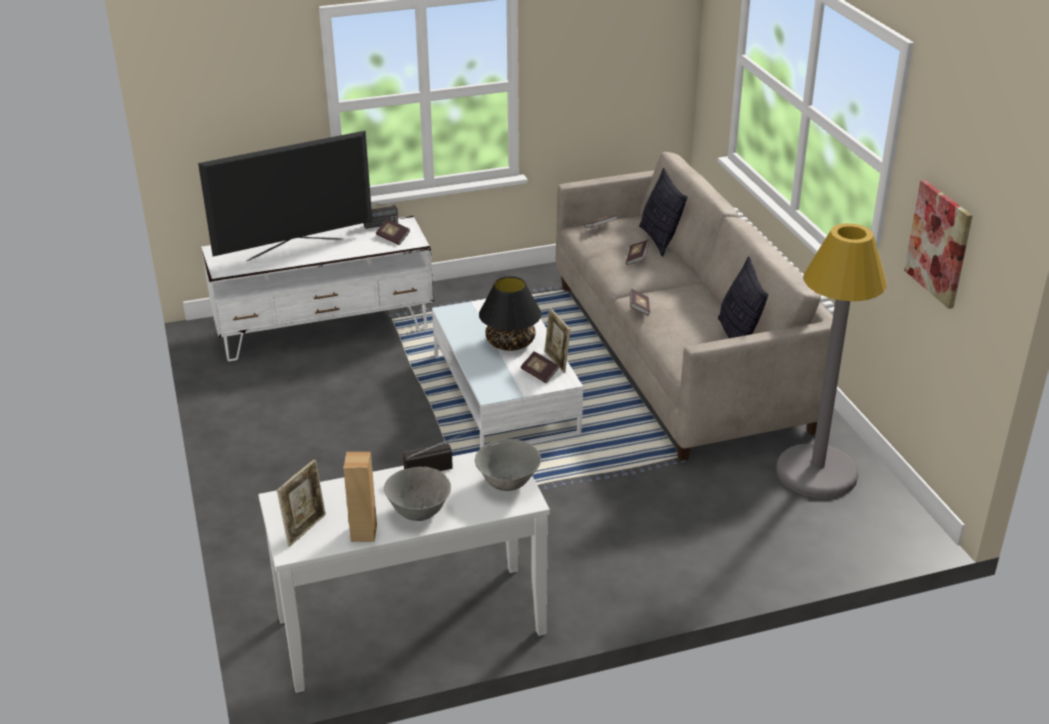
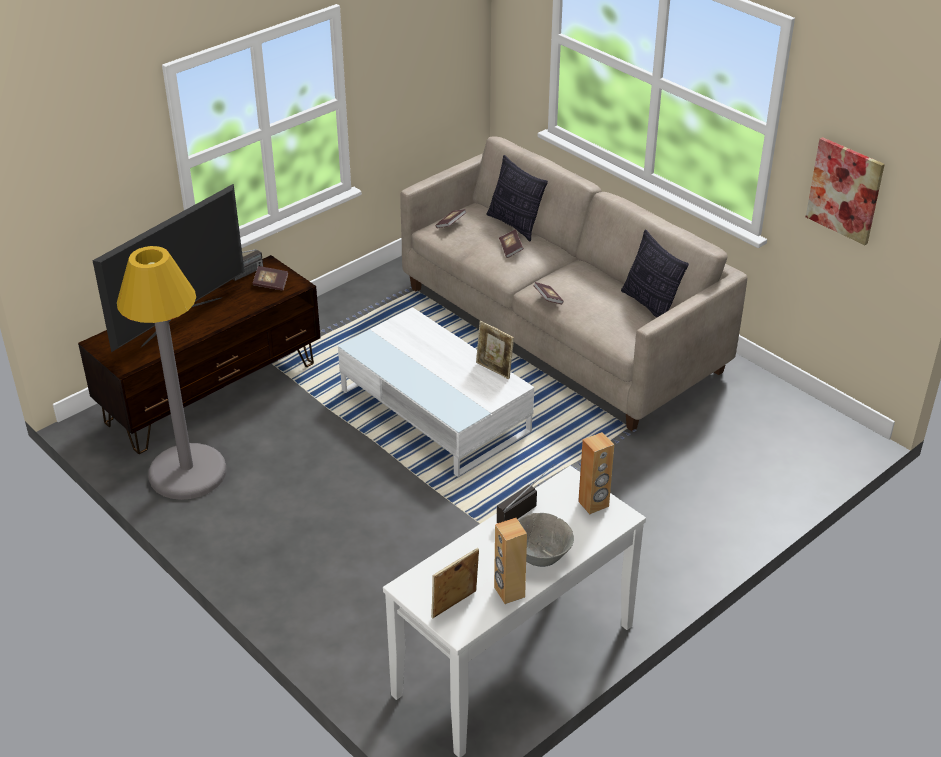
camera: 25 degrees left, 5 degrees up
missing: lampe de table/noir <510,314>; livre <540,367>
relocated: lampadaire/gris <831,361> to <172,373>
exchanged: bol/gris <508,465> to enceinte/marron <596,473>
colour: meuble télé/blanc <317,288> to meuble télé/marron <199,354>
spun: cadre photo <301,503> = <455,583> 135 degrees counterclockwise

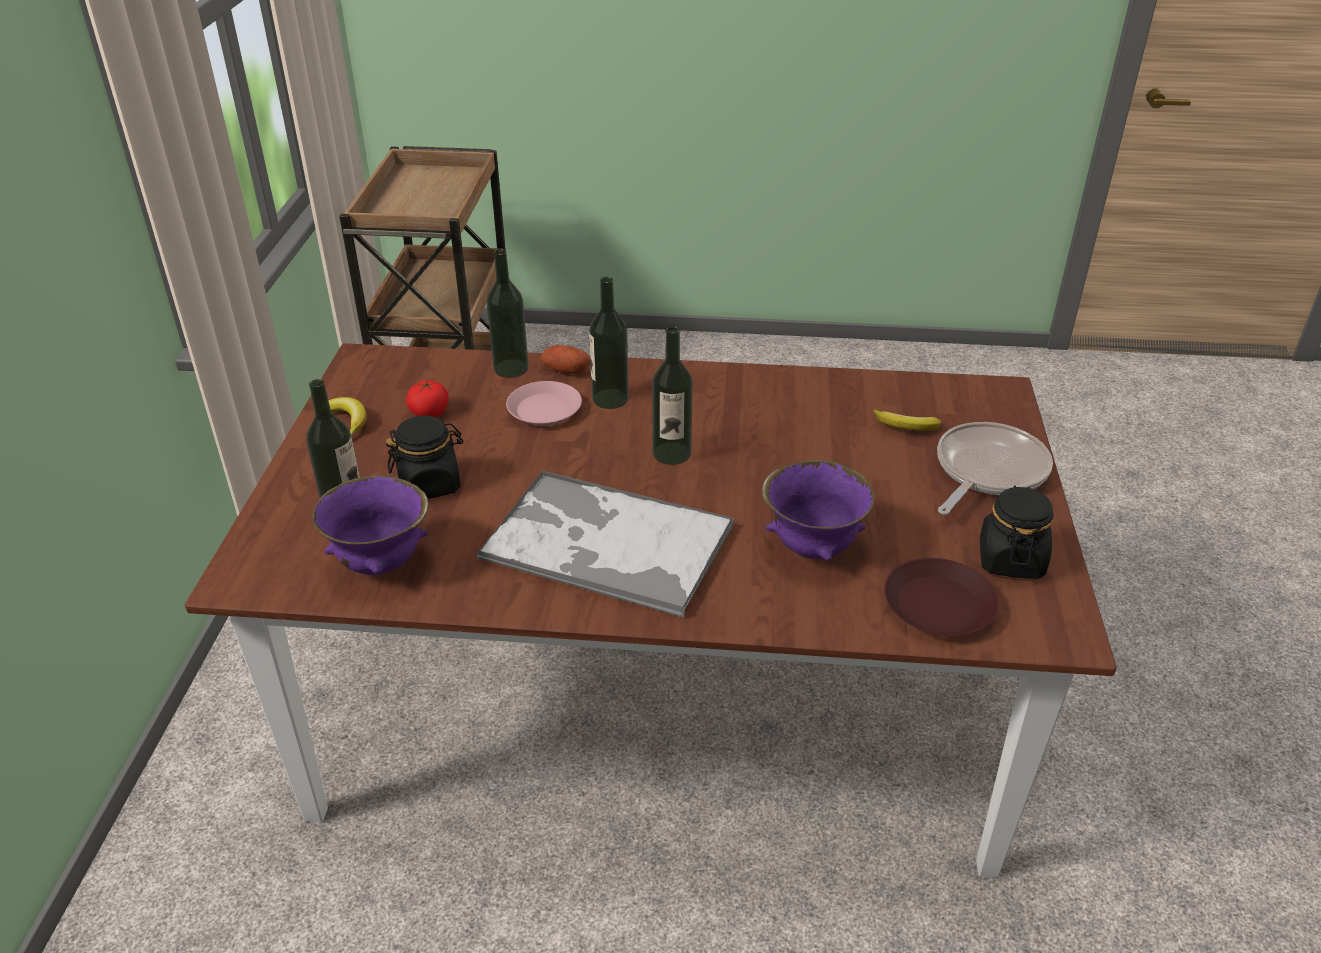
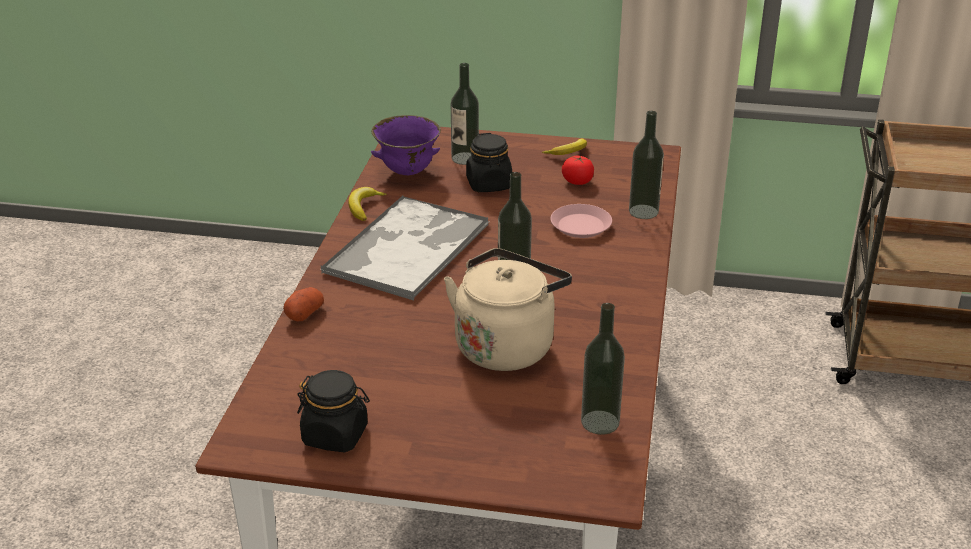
camera: 95 degrees right, 5 degrees down
missing: bol/violet <818,510>; assiette/marron <941,597>; poêle <995,468>
appeared: bouilloire/beige <508,309>
relocated: pomme de terre <565,359> to <303,304>; bouteille <609,343> to <603,369>; banane <907,420> to <367,204>

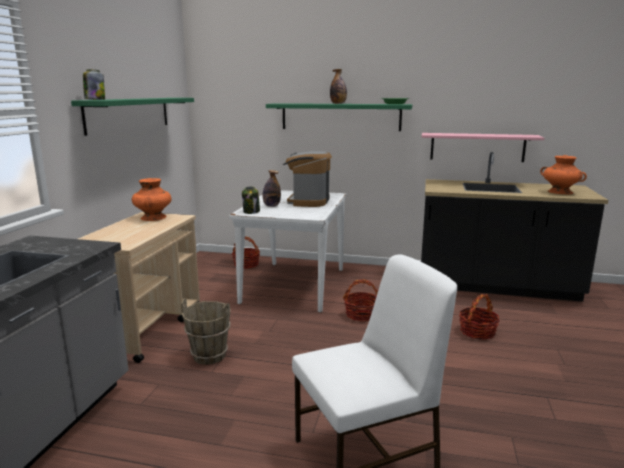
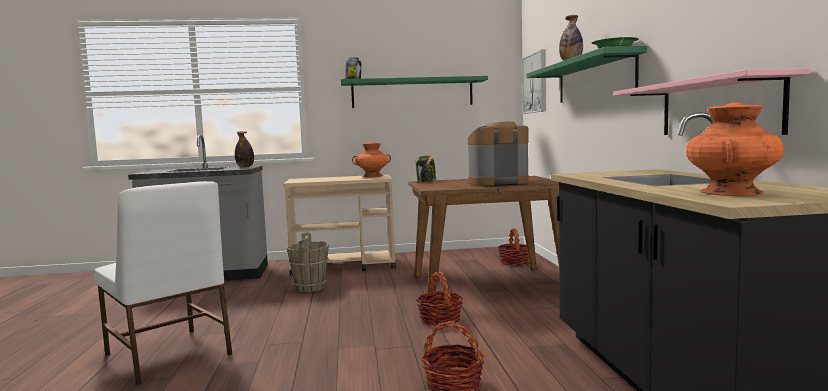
camera: 70 degrees right, 10 degrees down
appeared: tableau <534,82>
relocated: bouteille <272,188> to <244,149>
colour: table à manger/blanc <288,251> to table à manger/marron <483,234>

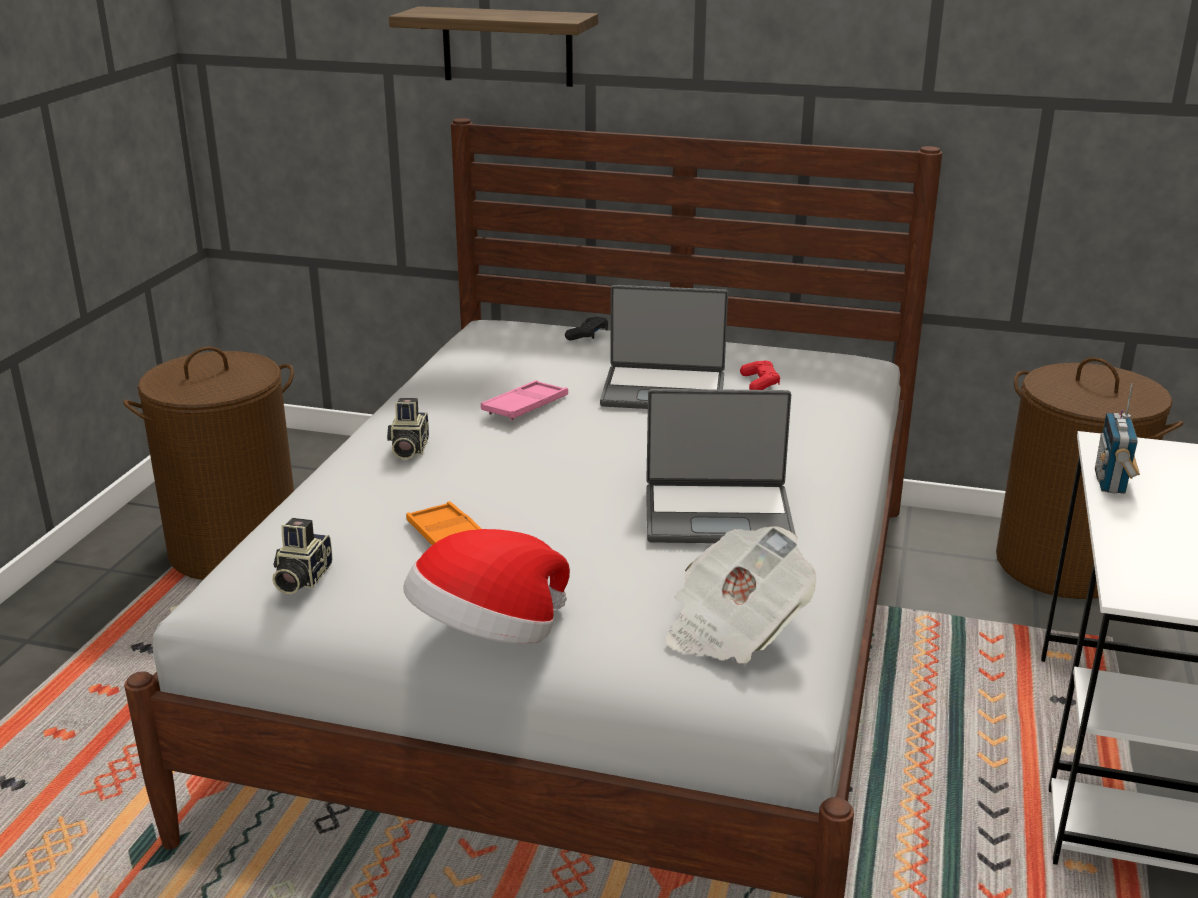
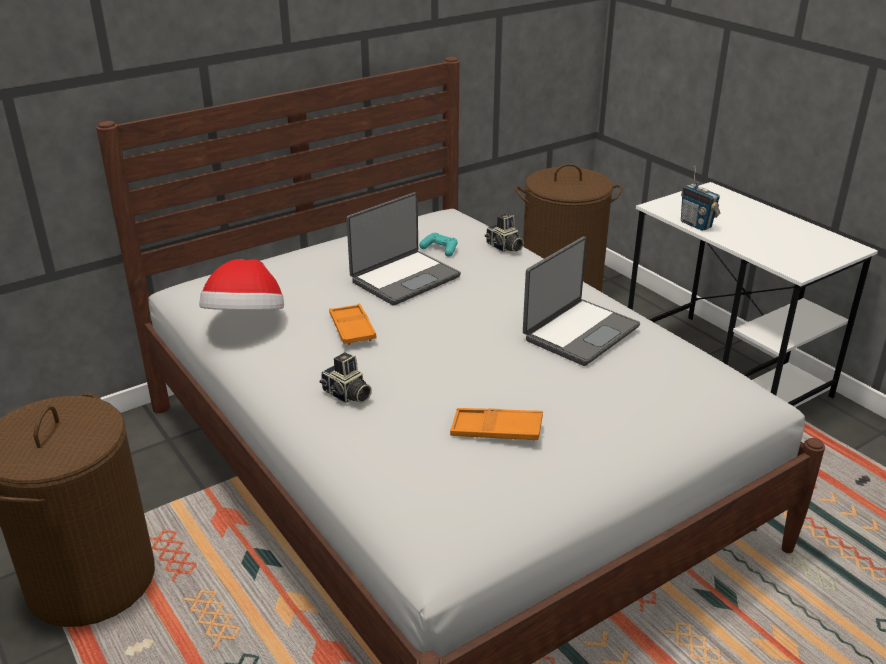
camera: 50 degrees left, 5 degrees up
missing: étagère <493,46>; manette/noir <586,328>; journal <741,595>
relocated: appareil photo <302,556> to <504,233>; chapeau <487,586> to <241,284>
colour: plateau/rose <524,400> to plateau/orange <352,324>; manette/rouge <760,375> to manette/turquoise <438,245>

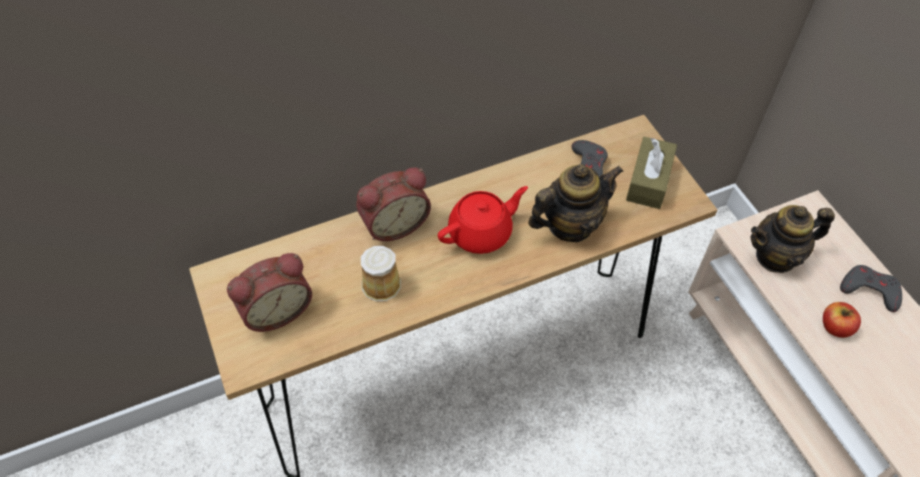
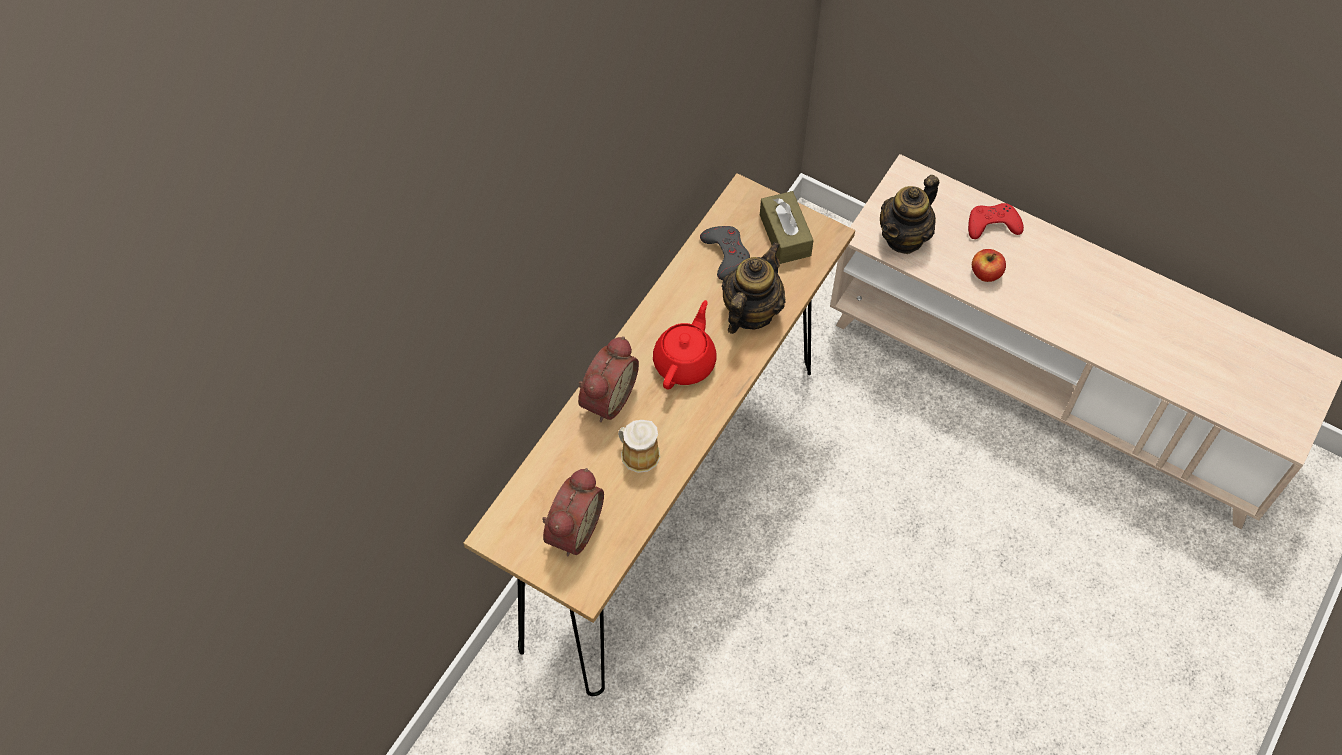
camera: 35 degrees left, 5 degrees up
colour: manette/gris <871,288> to manette/rouge <996,221>

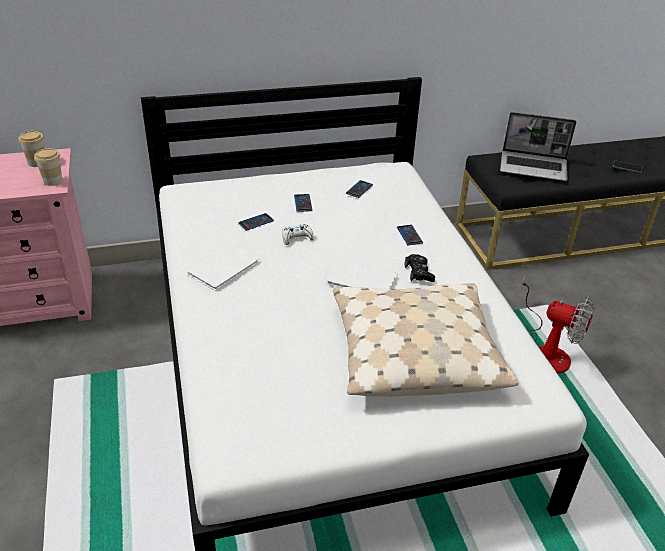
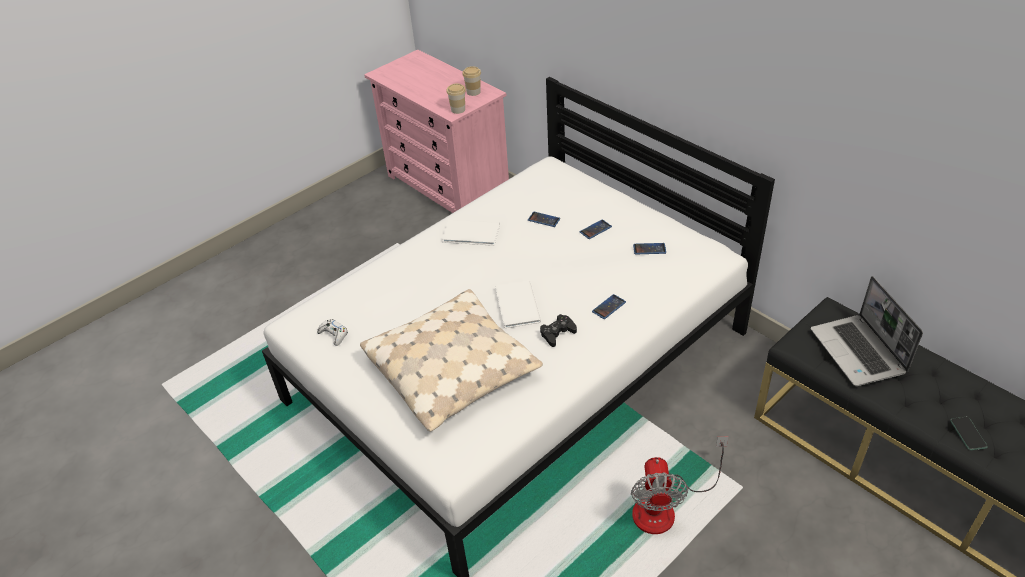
camera: 65 degrees right, 5 degrees up
relocated: manette/blanc <298,234> to <332,332>

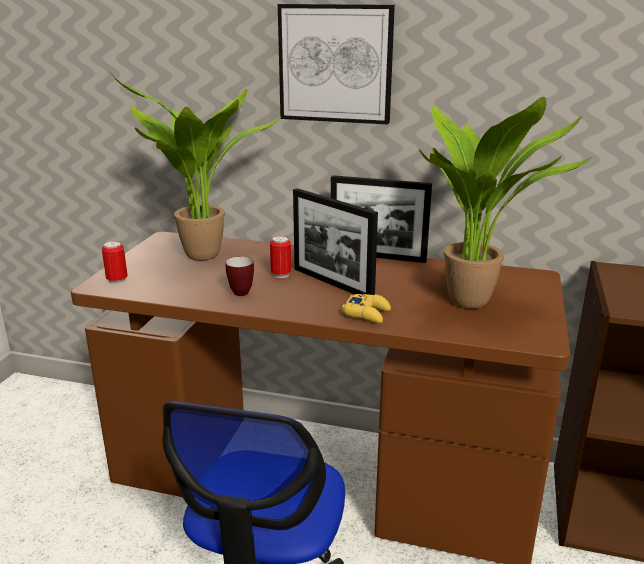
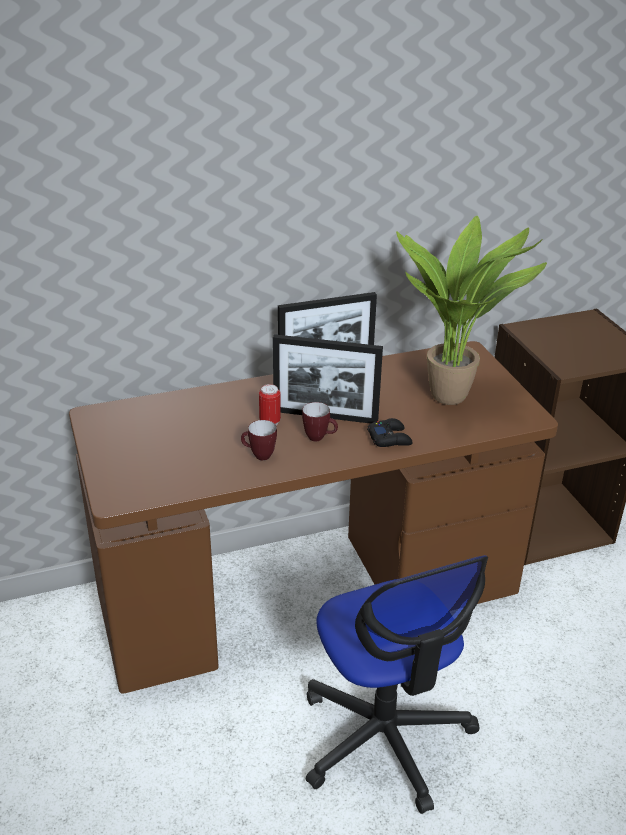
camera: 35 degrees left, 10 degrees up
missing: boîte métallique <115,262>; plante en pot <195,166>; tableau <336,64>
appeared: mug <320,421>
colour: manette/jaune <366,308> to manette/noir <390,432>

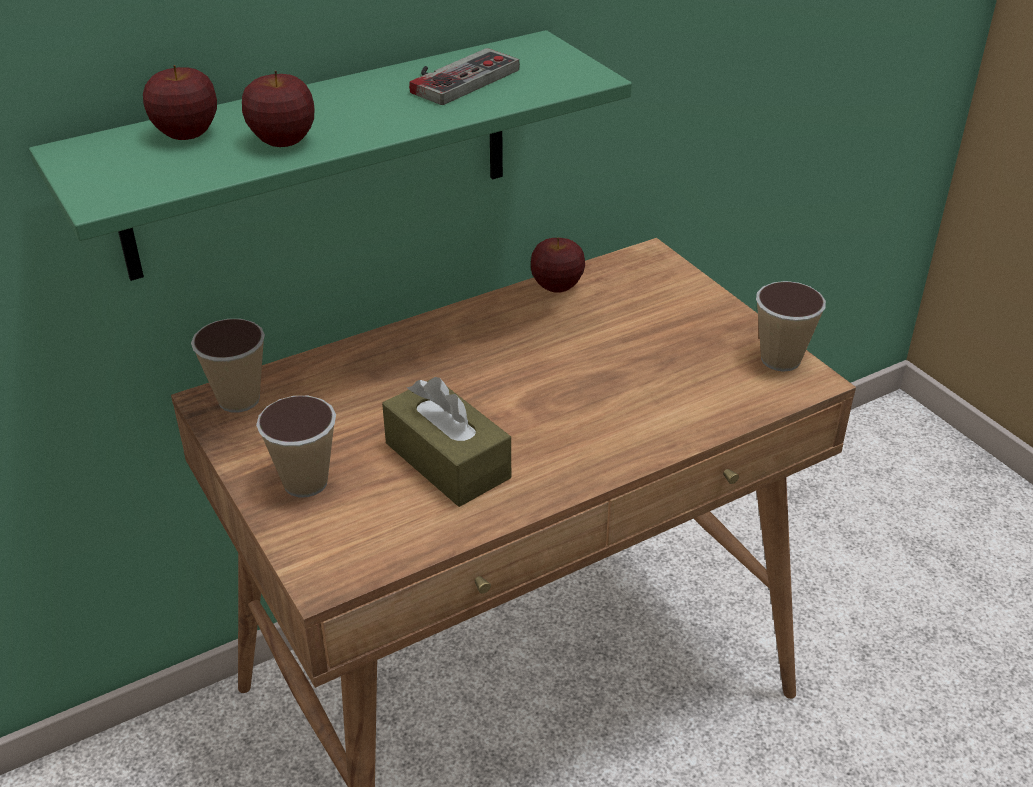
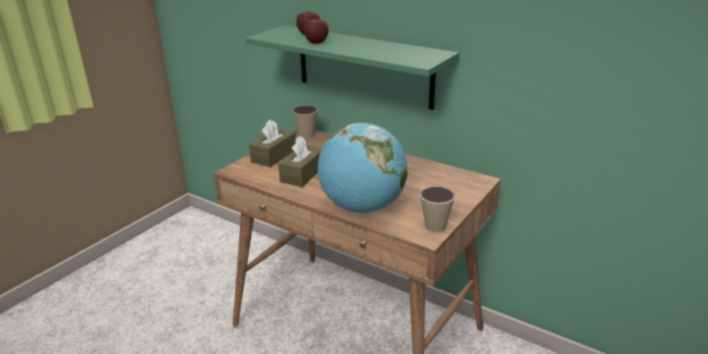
camera: 65 degrees right, 10 degrees down
missing: manette <464,76>; pomme <558,265>
appeared: globe <362,168>
exchanged: tasse <296,446> to boîte à mouchoirs/marron <272,143>

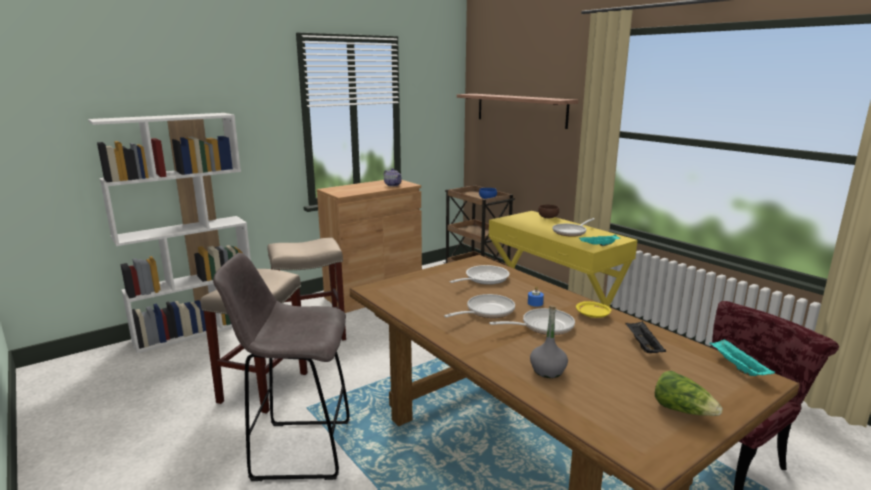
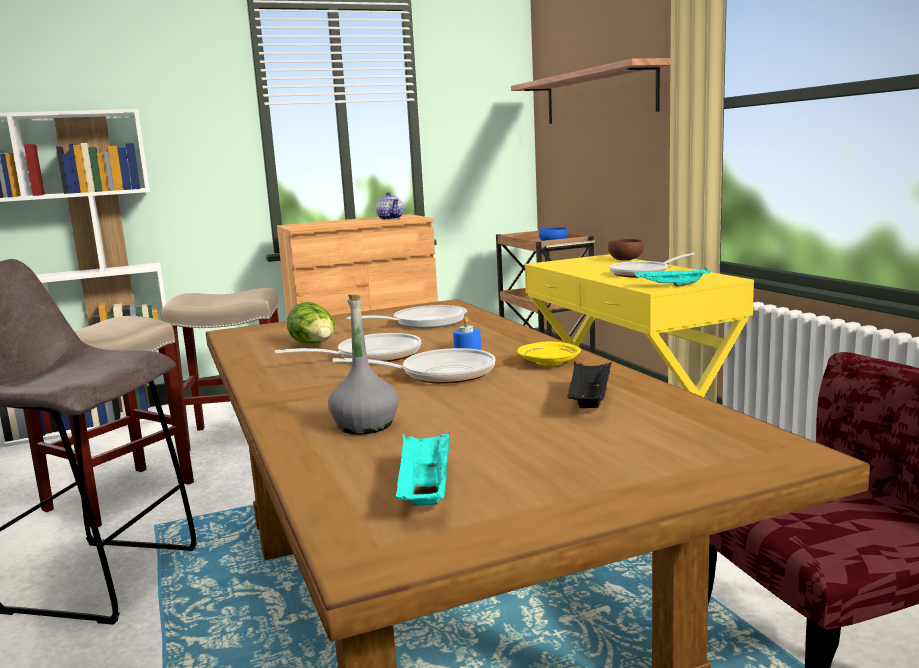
camera: 15 degrees right, 5 degrees down
relocated: laitue <689,393> to <311,323>; plateau/turquoise <742,357> to <422,468>

